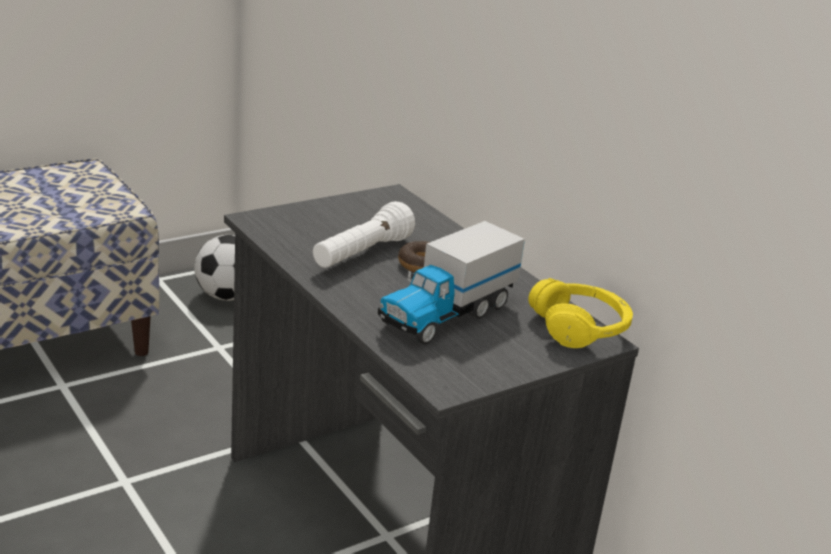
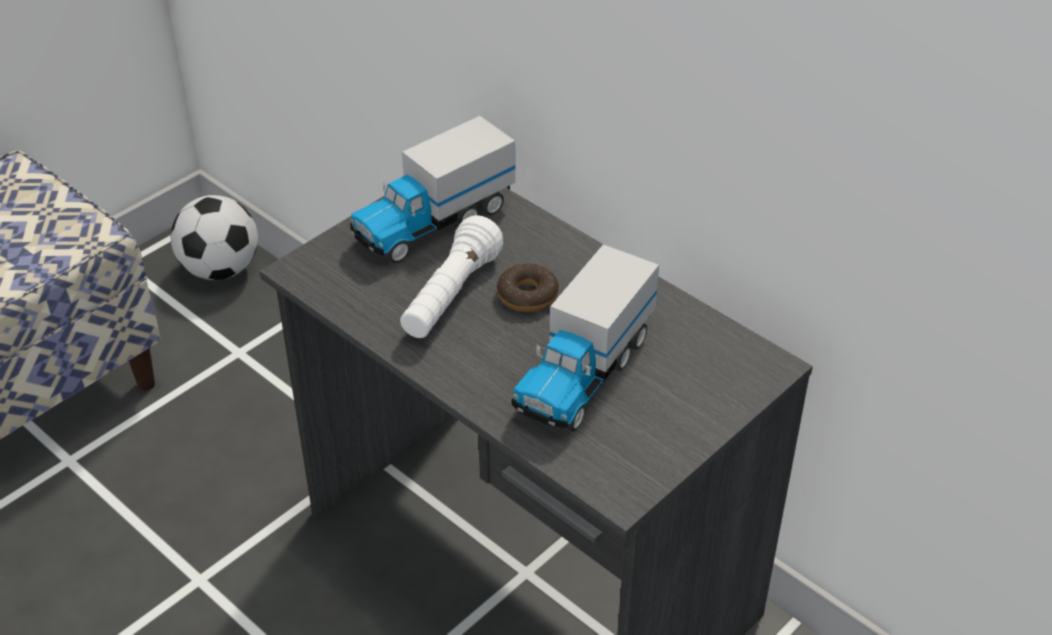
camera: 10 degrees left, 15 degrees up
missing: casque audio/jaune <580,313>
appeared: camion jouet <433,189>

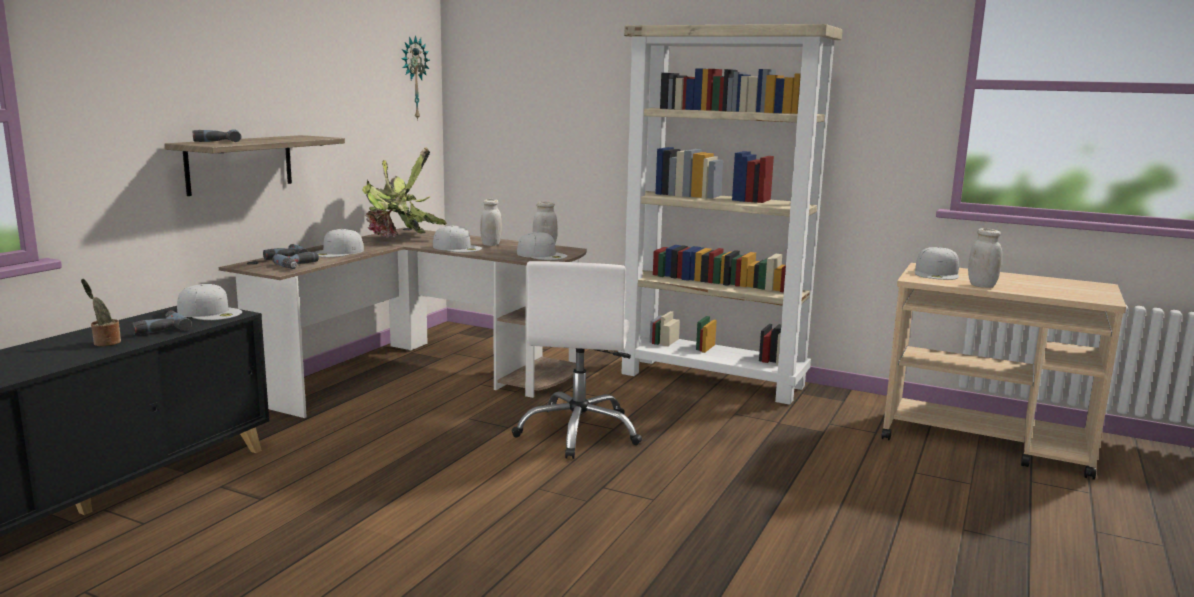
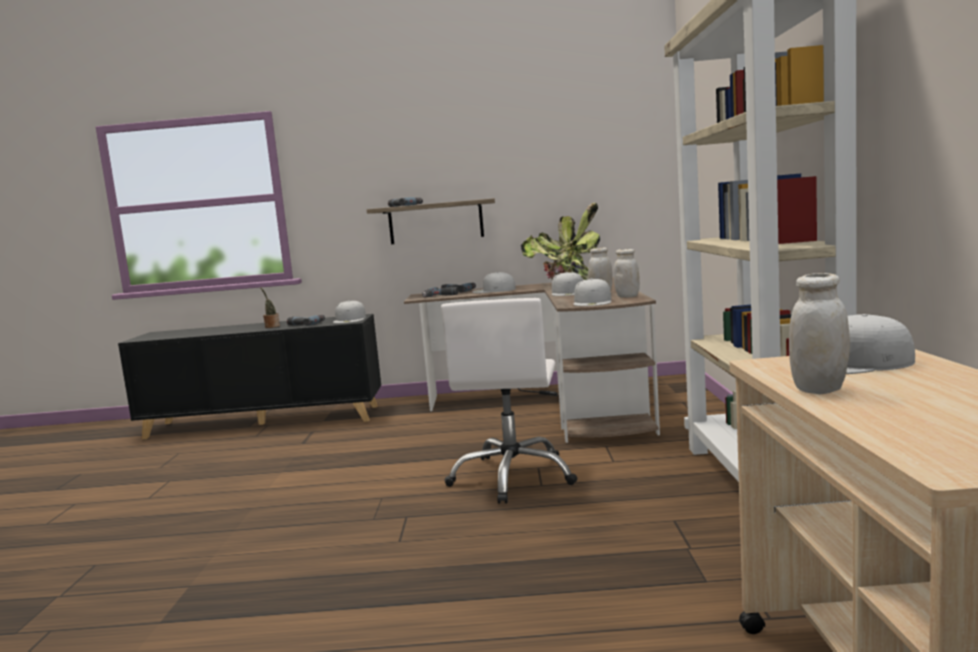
camera: 65 degrees right, 5 degrees down
missing: horloge murale <415,78>
spun: chaise de bureau/blanc <576,360> = <509,401> 60 degrees counterclockwise

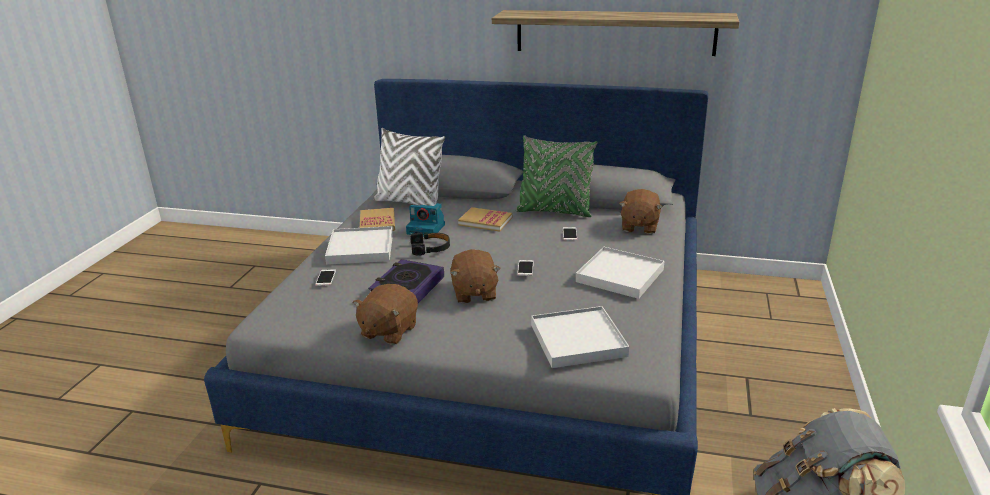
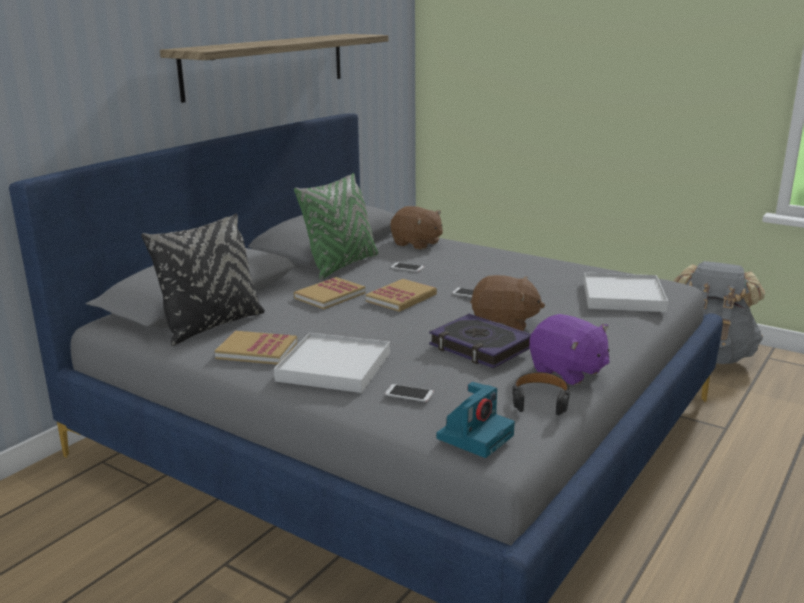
camera: 70 degrees left, 5 degrees down
missing: plateau/blanc <620,273>
appeared: livre <401,295>
relocated: appareil photo <425,219> to <475,420>; casque audio/noir <430,244> to <541,393>
colour: peluche/marron <385,314> to peluche/violet <569,349>; coussin/blanc <409,167> to coussin/noir <203,279>

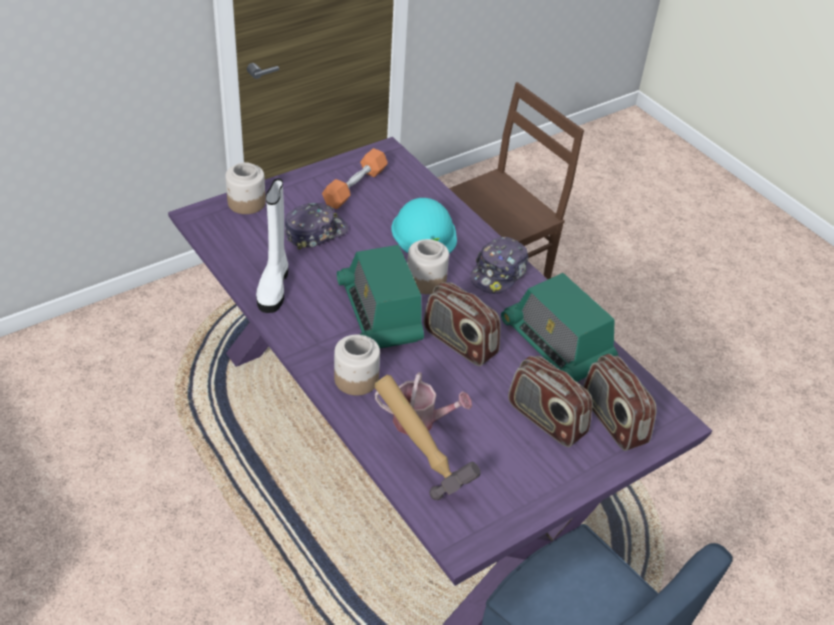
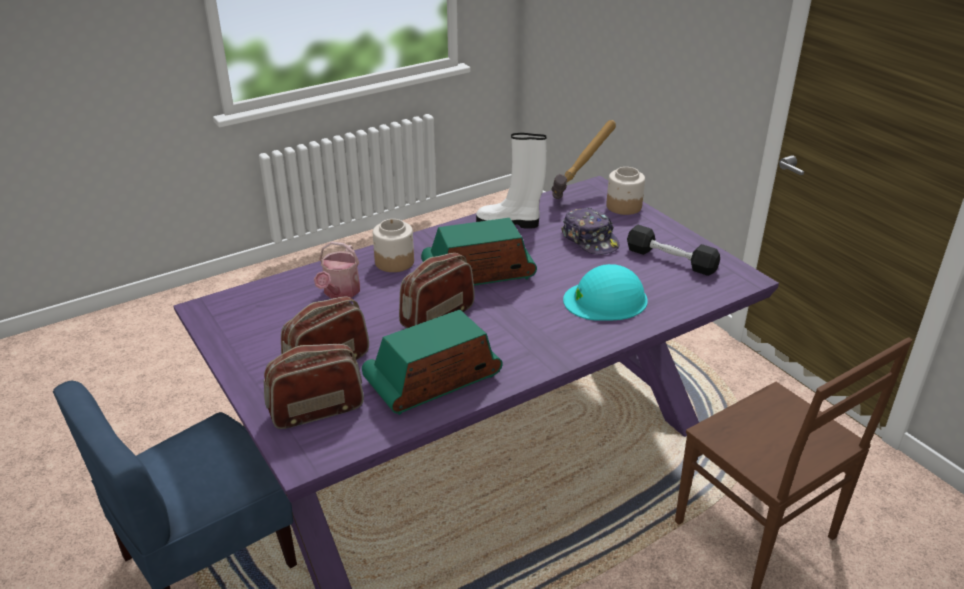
camera: 95 degrees right, 10 degrees down
missing: bocal <428,266>; casquette <499,265>
relocated: marteau <427,437> to <583,159>
colour: haltère/orange <355,178> to haltère/noir <673,250>

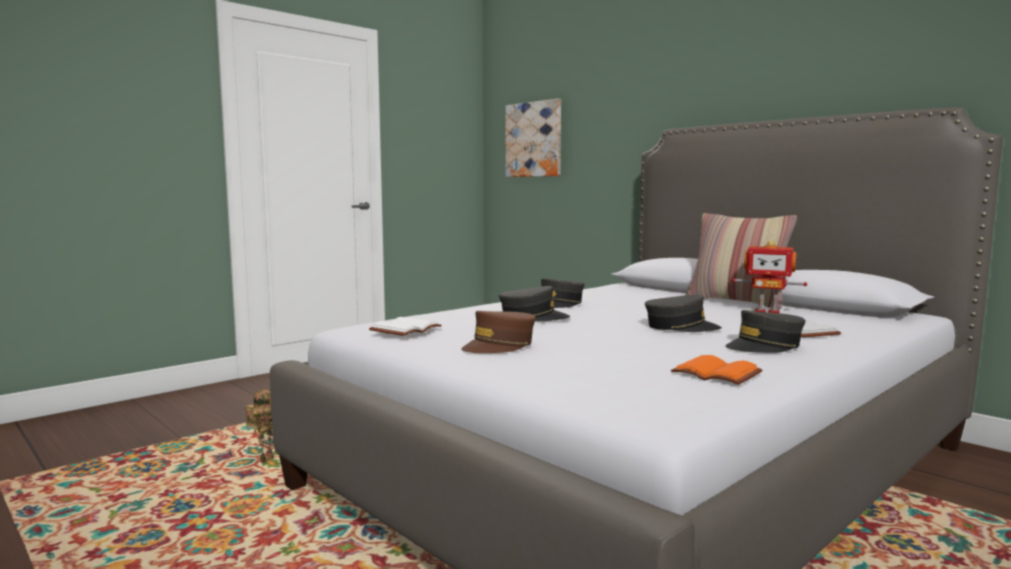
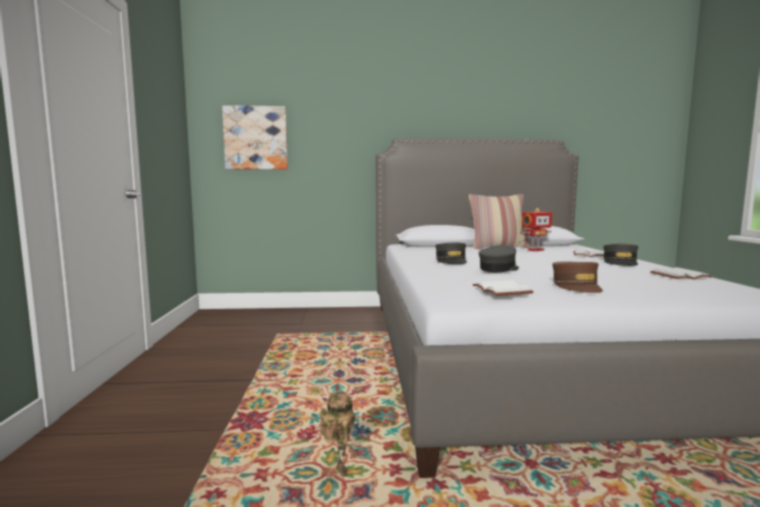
camera: 50 degrees left, 0 degrees up
missing: casquette/gris <683,313>
colour: livre/orange <716,370> to livre/blanc <681,273>

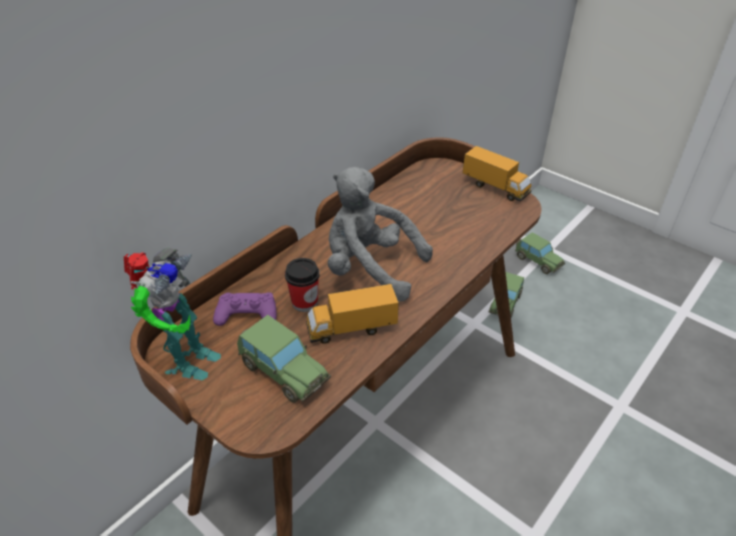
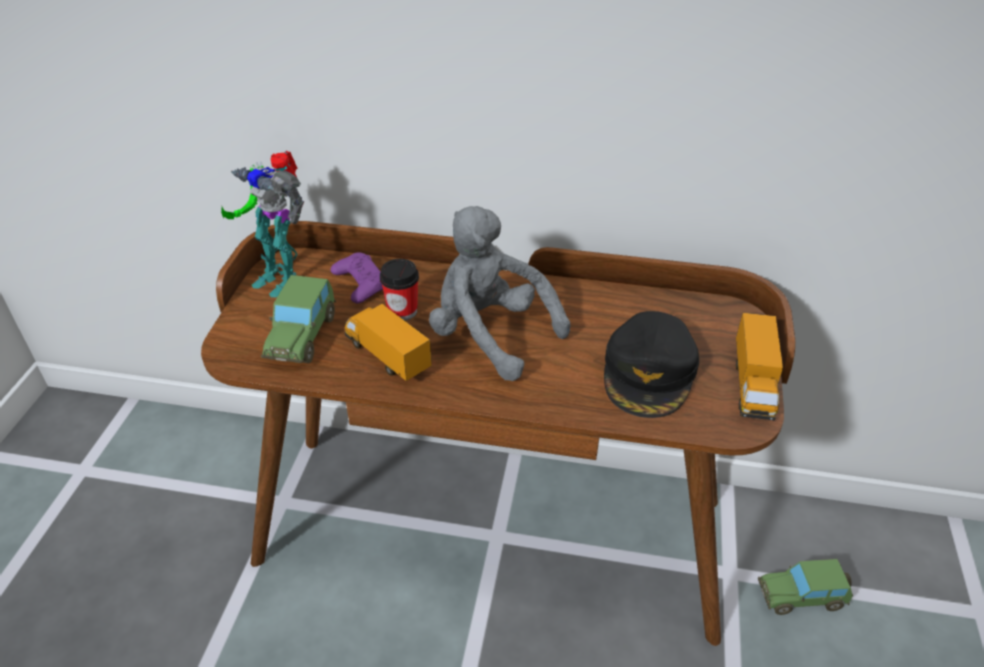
camera: 60 degrees right, 0 degrees up
missing: petite voiture <540,253>
appeared: casquette/noir <651,364>
spun: robot jouet <172,314> = <262,224> 45 degrees clockwise; peluche/gris <380,234> = <500,293> 45 degrees counterclockwise

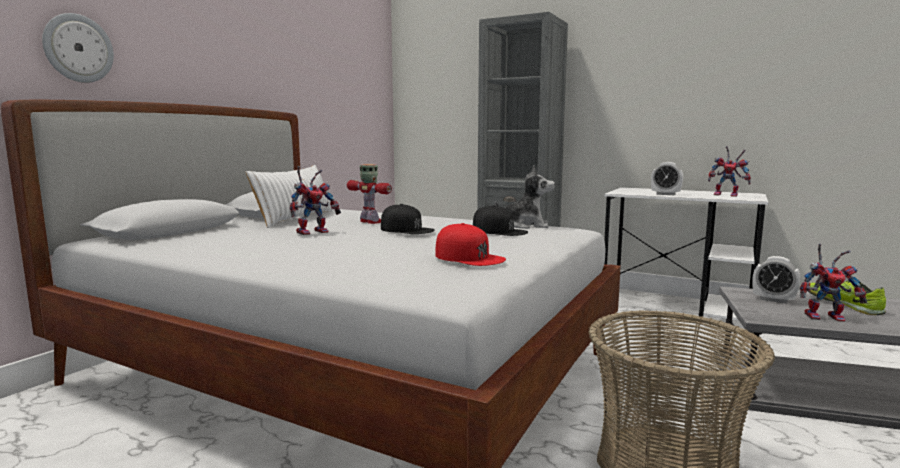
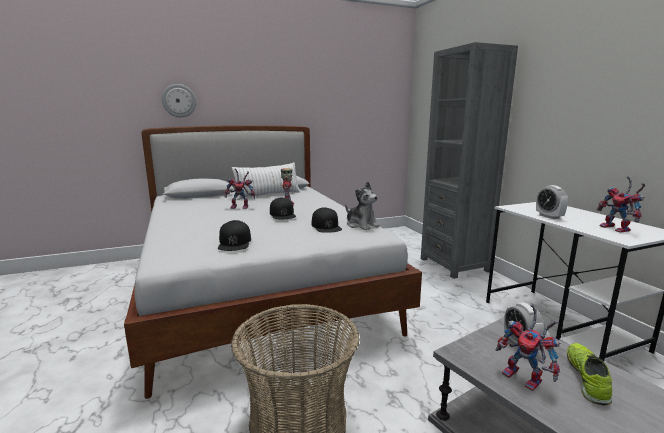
camera: 40 degrees right, 5 degrees up
colour: casquette/rouge <470,244> to casquette/noir <234,235>

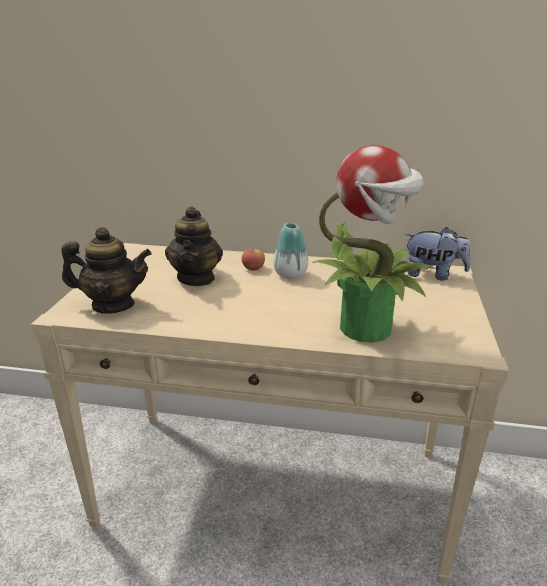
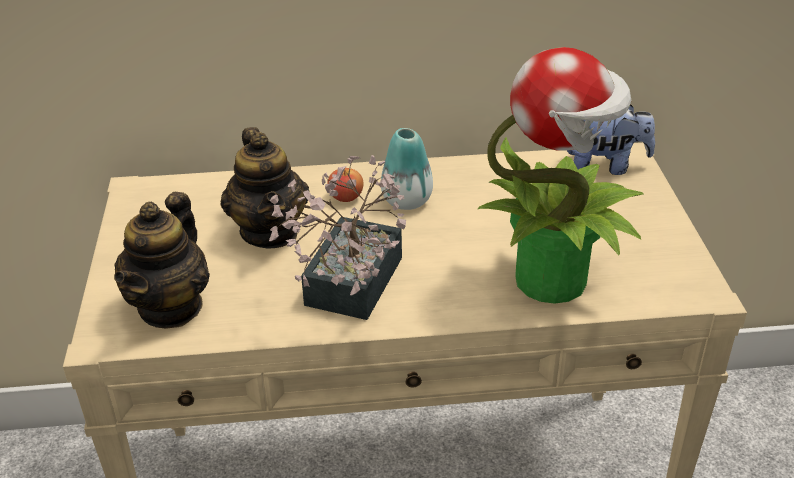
camera: 15 degrees left, 10 degrees up
appeared: plante en pot <337,237>
spun: théière <106,270> = <162,260> 120 degrees clockwise

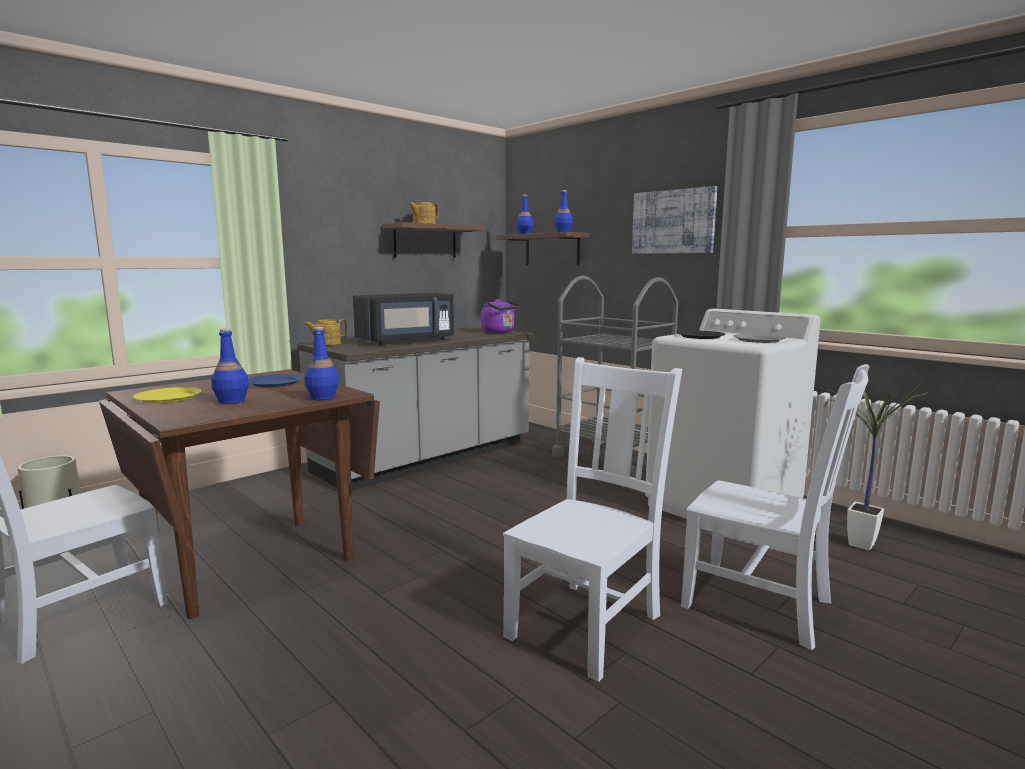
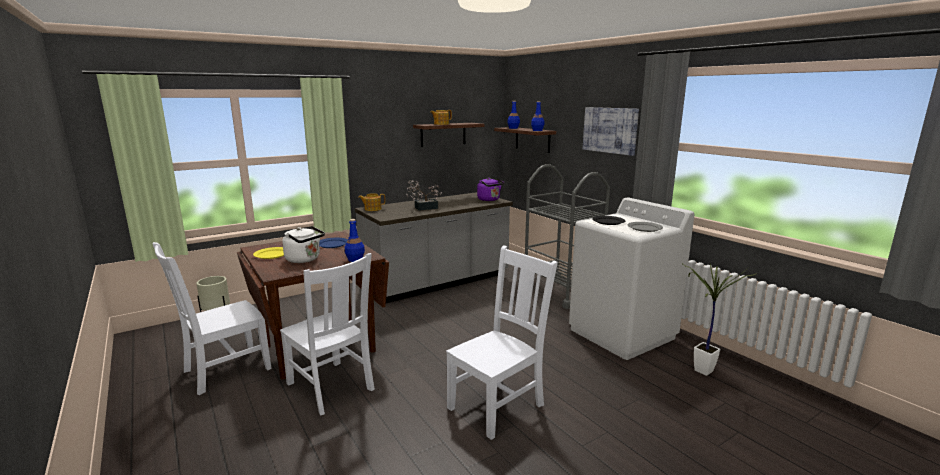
camera: 10 degrees right, 5 degrees up
relocated: chaise/blanc <775,507> to <327,334>
exchanged: bouteille/bleu <230,366> to bouilloire/blanc <303,244>; micro-ondes/noir <403,319> to plante en pot <424,195>

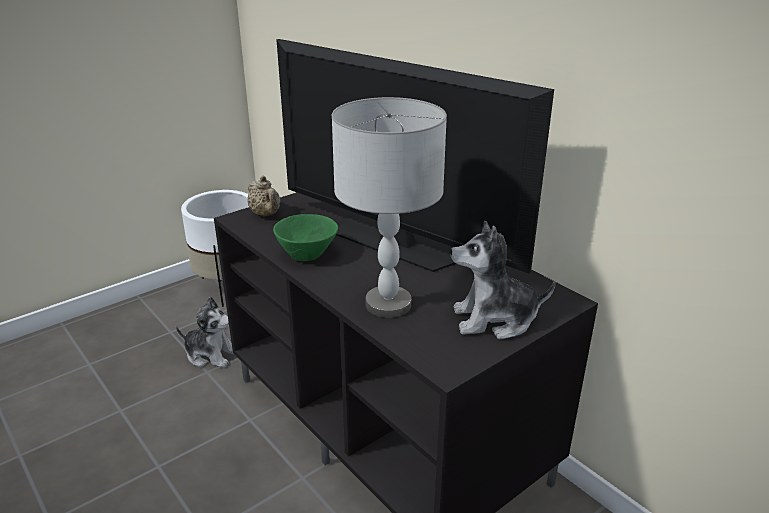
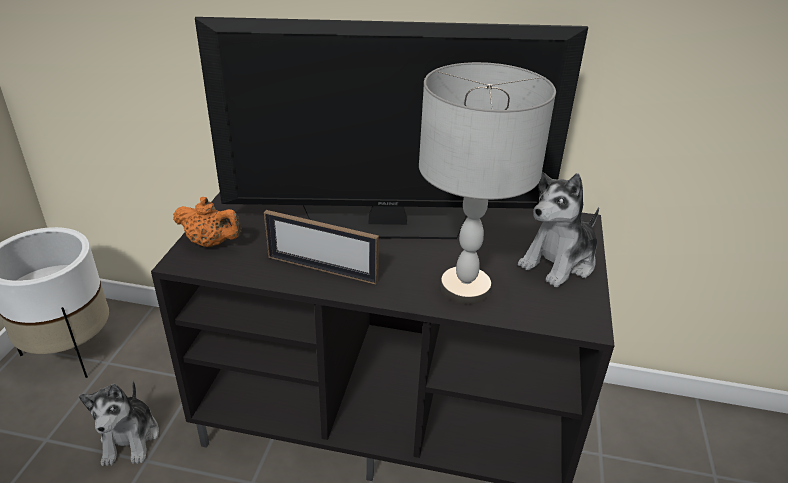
camera: 40 degrees left, 5 degrees up
exchanged: bol/vert <305,237> to cadre photo <321,247>
colour: théière/beige <263,196> to théière/orange <207,222>
spun: peluche <205,332> = <119,423> 105 degrees clockwise

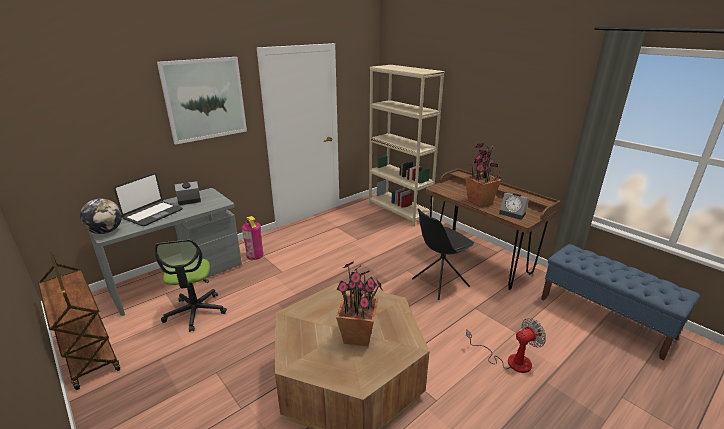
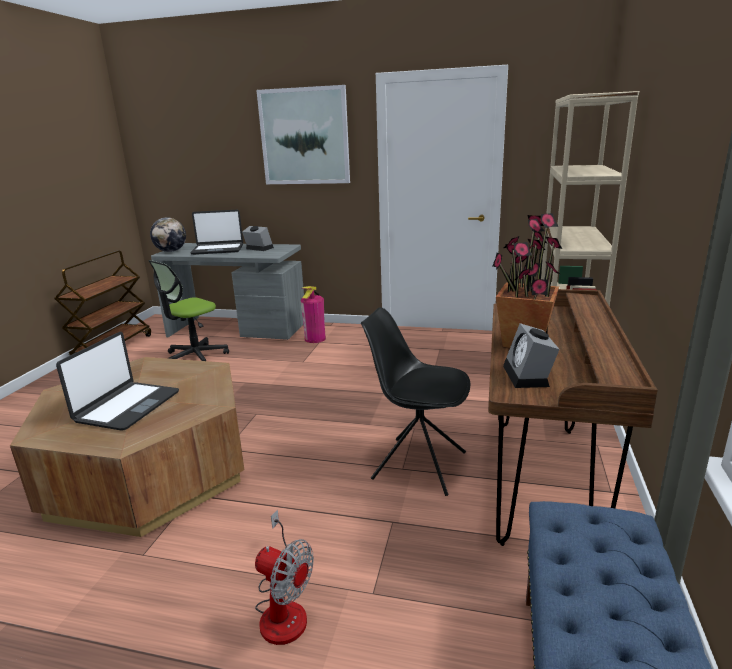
camera: 55 degrees right, 5 degrees down
exchanged: plante en pot <359,303> to ordinateur portable <117,381>

